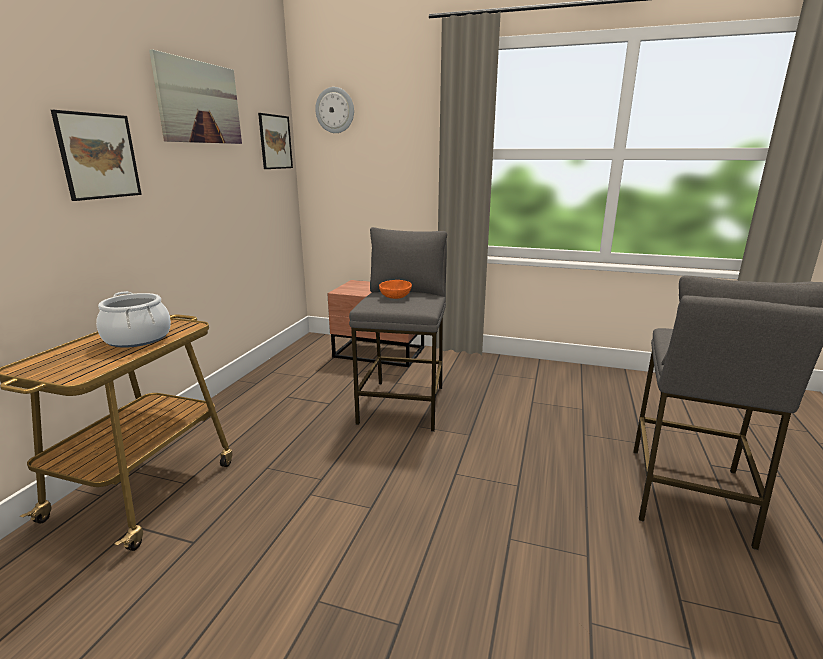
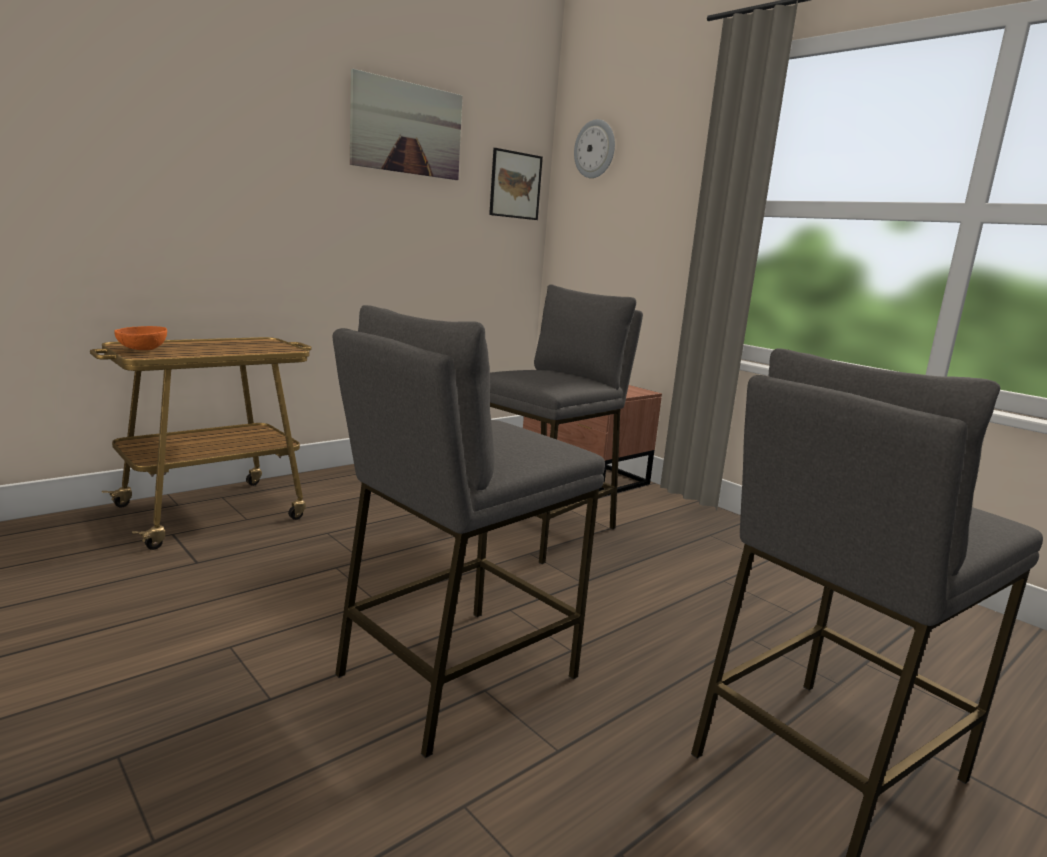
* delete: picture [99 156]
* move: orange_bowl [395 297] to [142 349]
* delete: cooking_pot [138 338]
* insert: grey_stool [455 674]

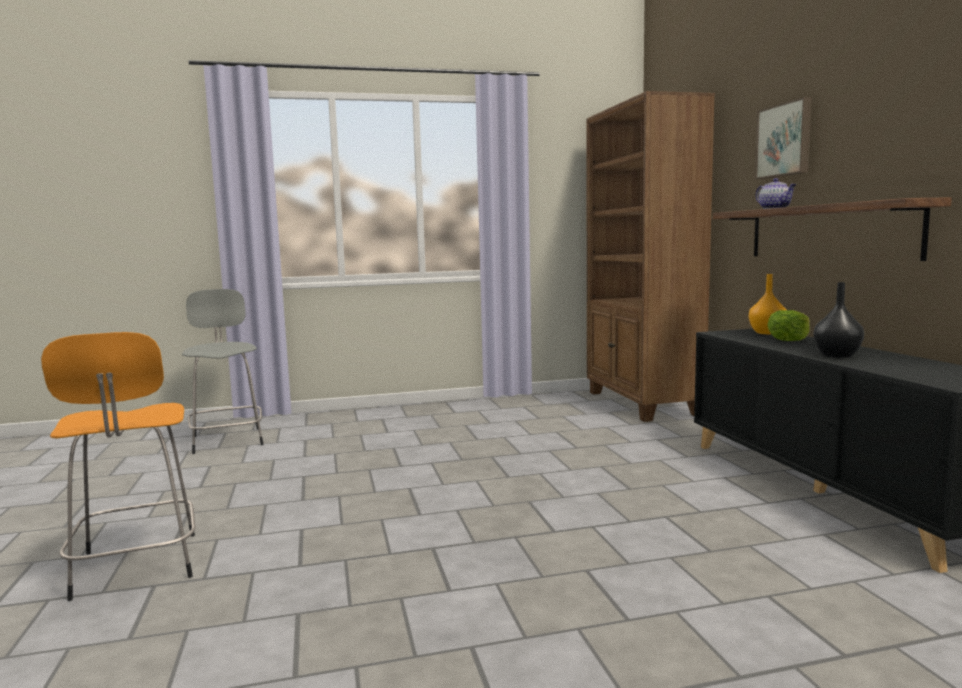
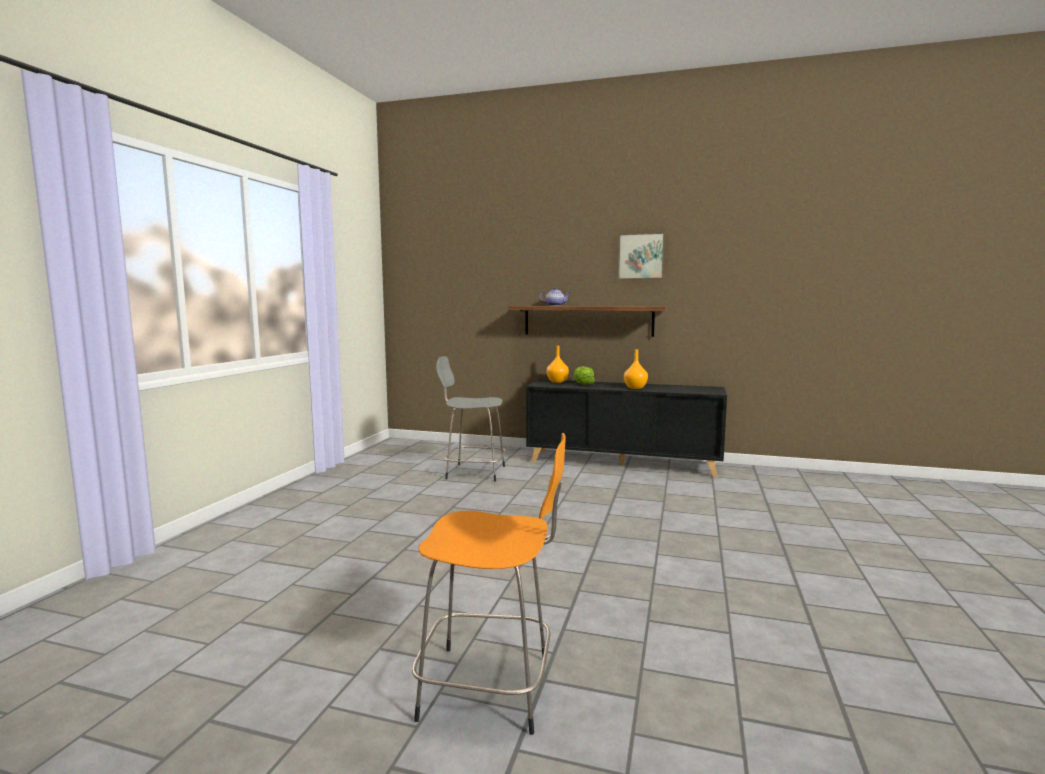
* delete: brown_bookcase [641 404]
* move: picture [785 140] to [641 256]
* recolor: black_vase [838 355] to orange_vase [635 388]
* move: grey_stool [227 439] to [473 472]

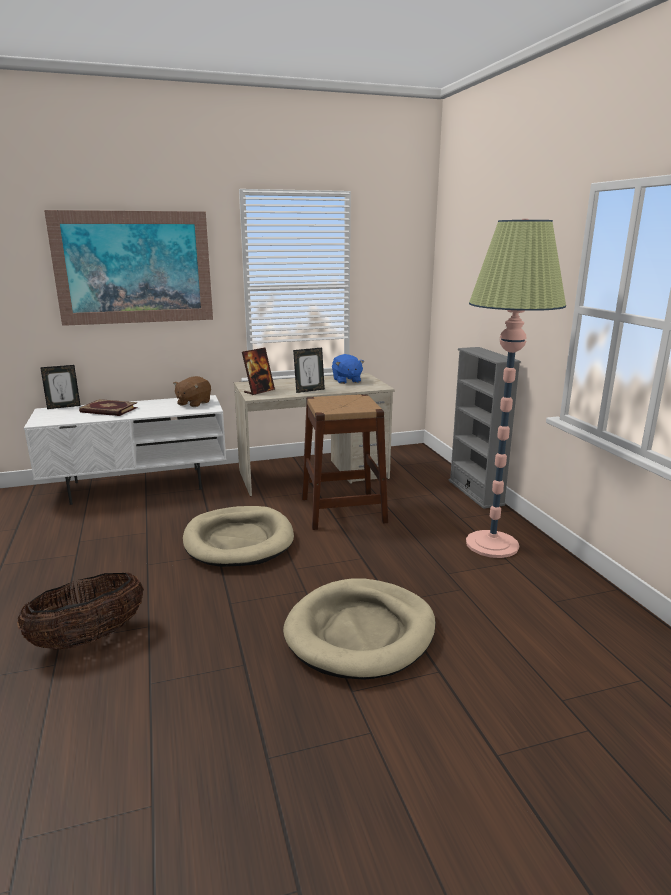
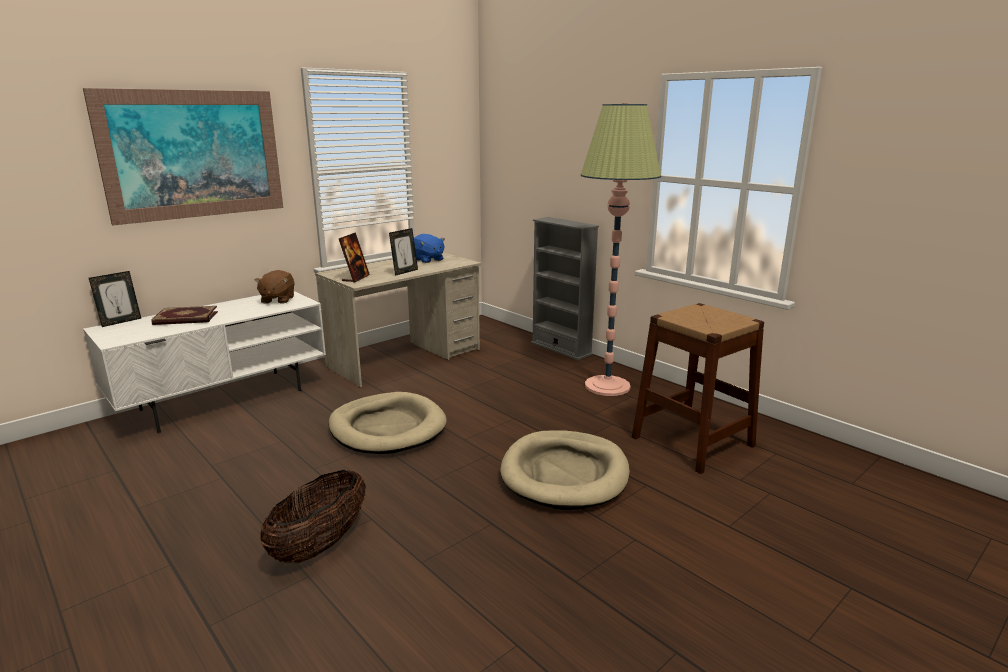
* move: brown_stool [343 510] to [692 441]

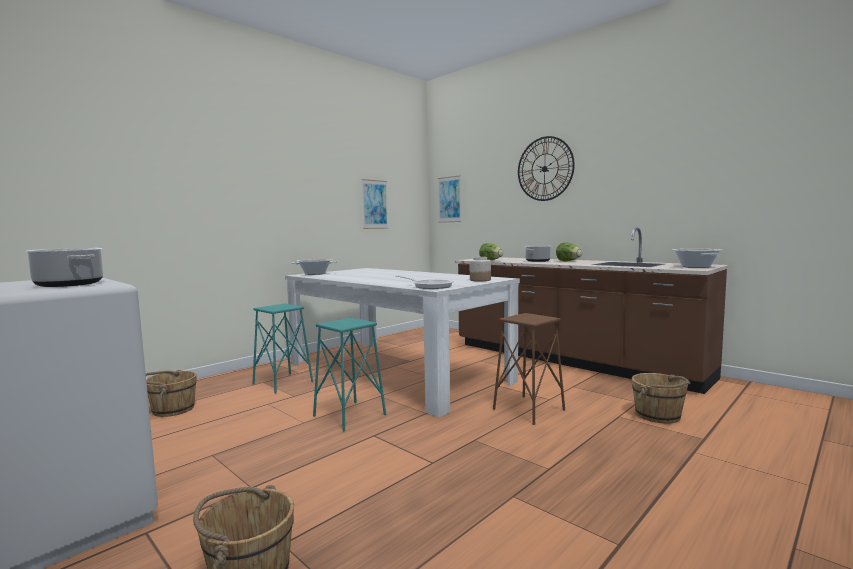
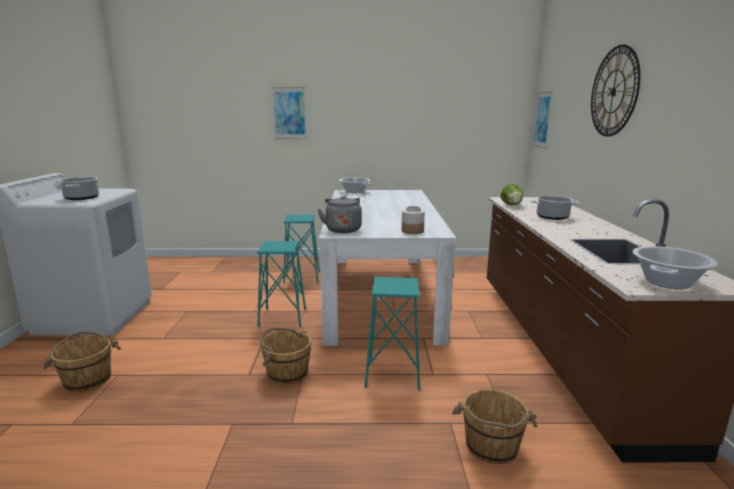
* move: picture [375 204] to [289 113]
* delete: lettuce [569 261]
* replace: frying_pan [430 286] to grey_kettle [342 229]
* recolor: brown_stool [528 410] to turquoise_stool [392 373]
* move: brown_bucket [172 409] to [287 372]

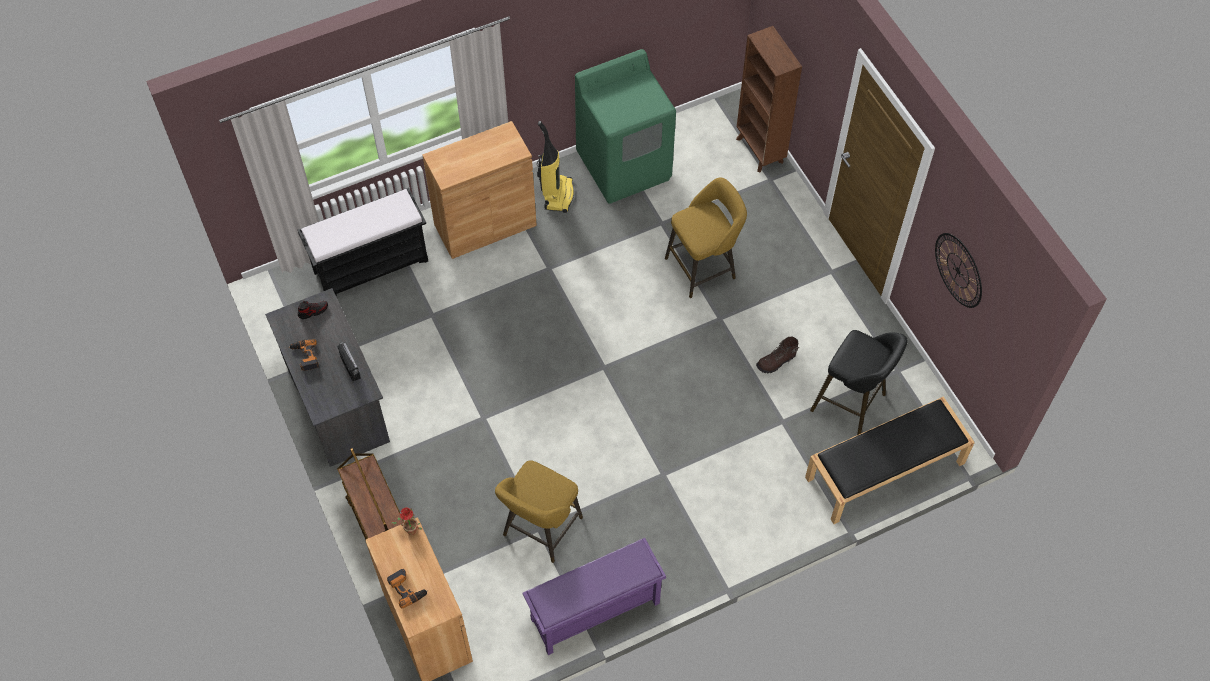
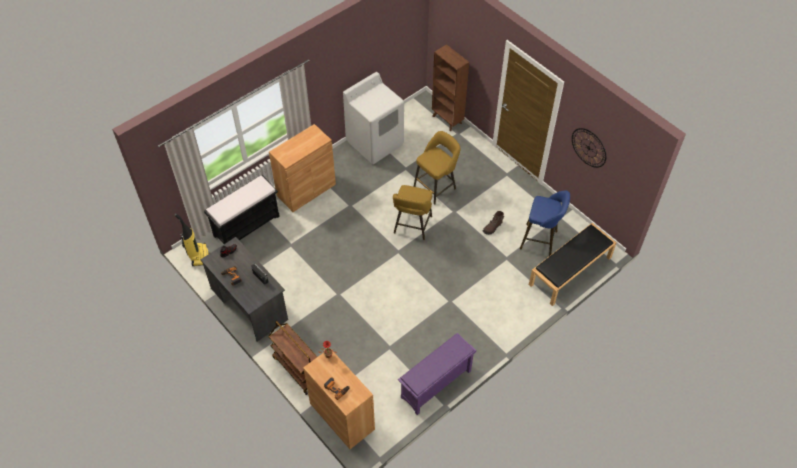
* recolor: green_washing_machine [624 166] to white_washing_machine [375 142]
* move: vacuum_cleaner [557 194] to [198 255]
* recolor: black_stool [852 404] to blue_stool [541 240]
* move: yellow_stool [540 530] to [412 227]

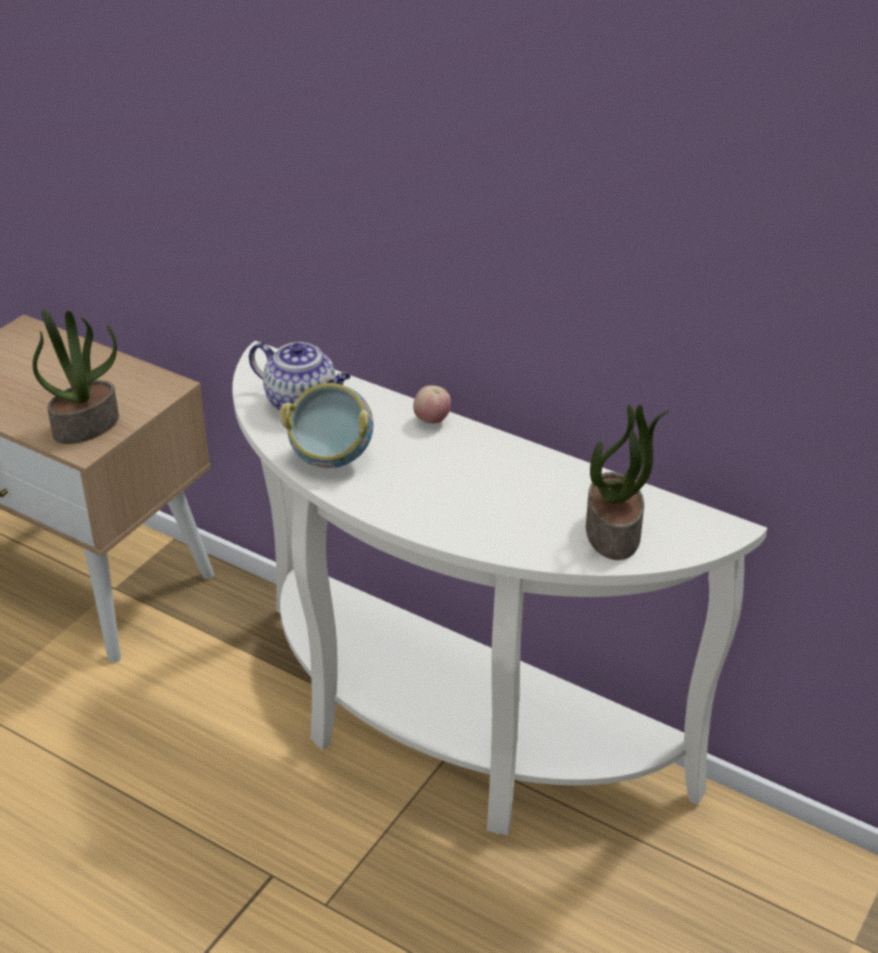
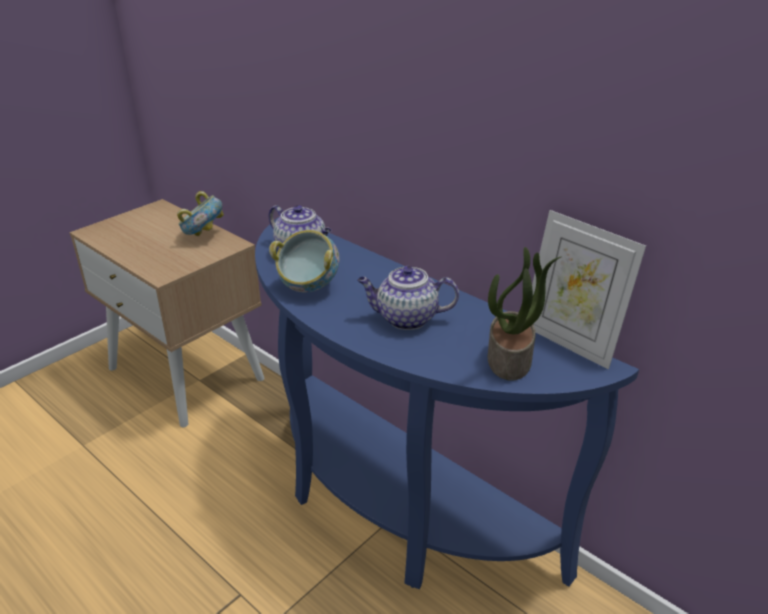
* delete: potted_plant [86 425]
* recolor: white_console_table [445 734] to blue_console_table [390 505]
* delete: apple [432 421]
* insert: bowl [203 235]
* insert: picture_frame [569 342]
* insert: teapot [406 319]

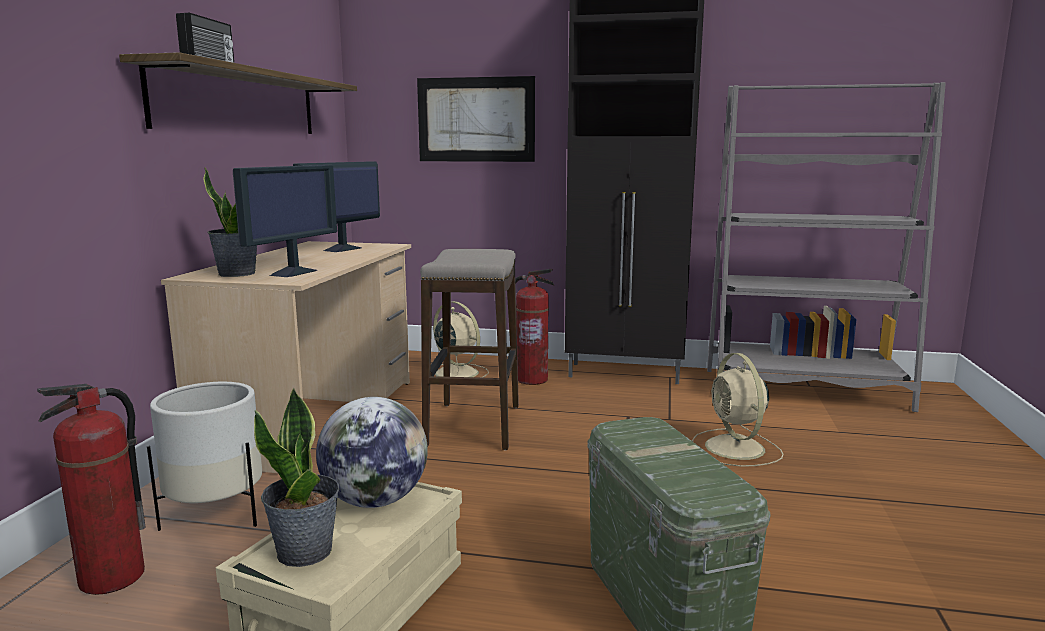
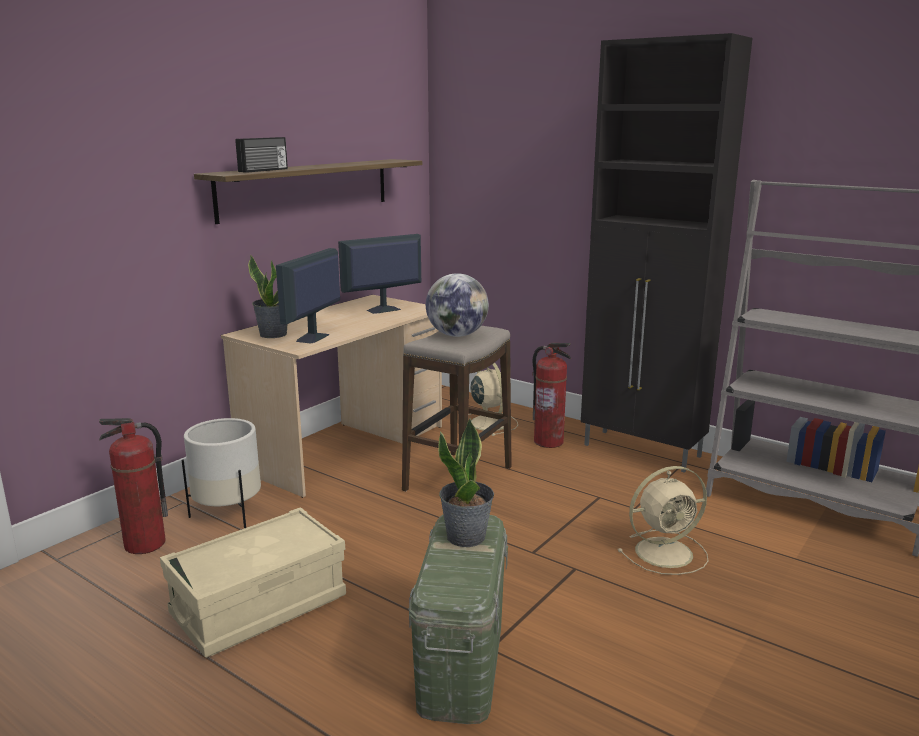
* delete: picture [476 119]
* rotate: monitor [294 272] = [312 338] 150 degrees clockwise
* rotate: beige_fan [736 449] = [666 552] 120 degrees counterclockwise
* move: potted_plant [306 551] to [466 537]
* move: globe [375 500] to [457 335]

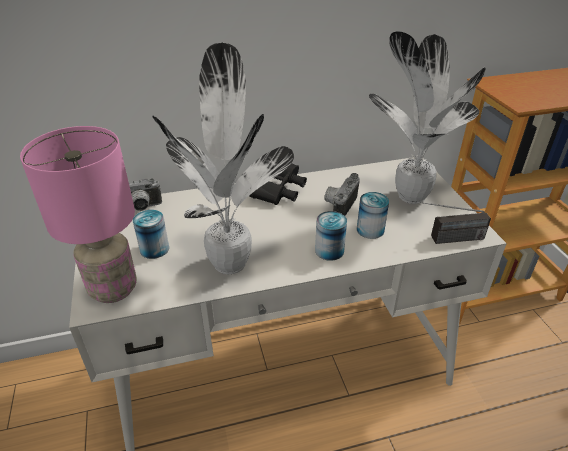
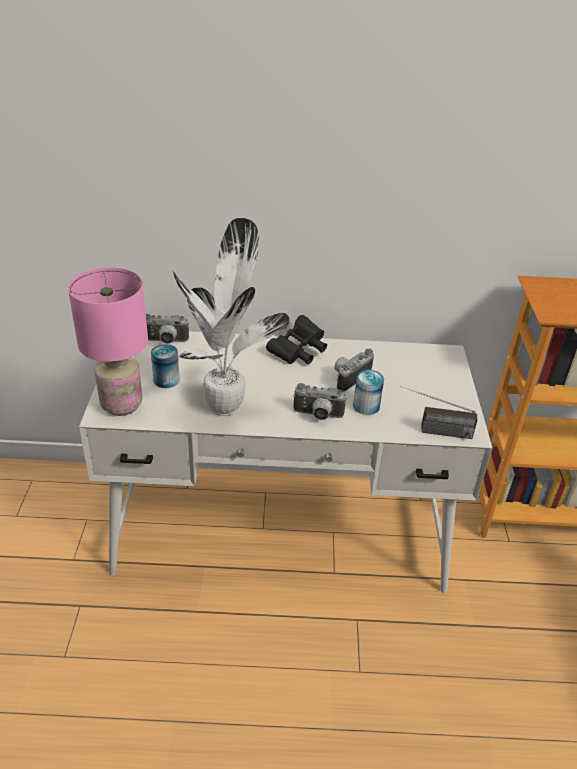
* delete: potted_plant [409 197]
* replace: can [329 250] to photo_camera [317 416]

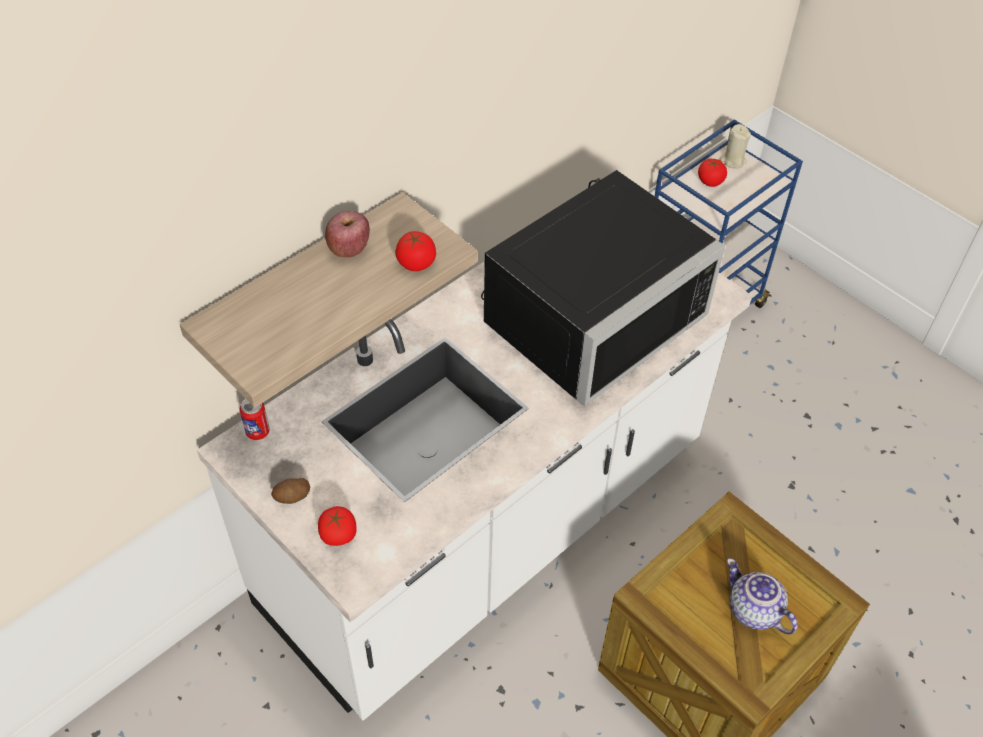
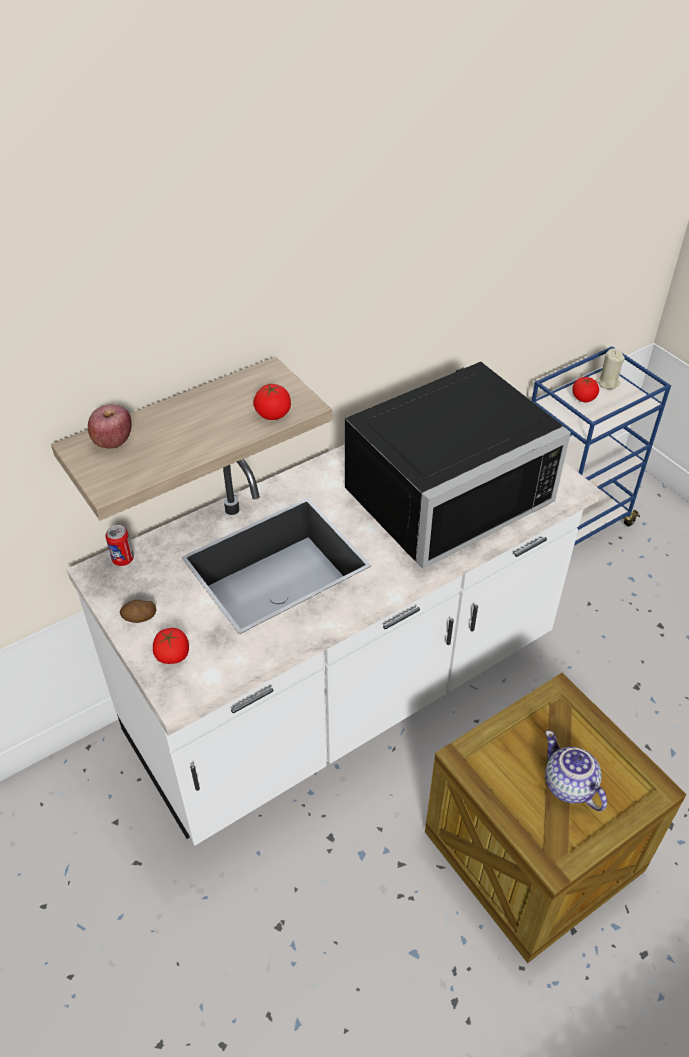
* move: apple [349 249] to [113 441]

